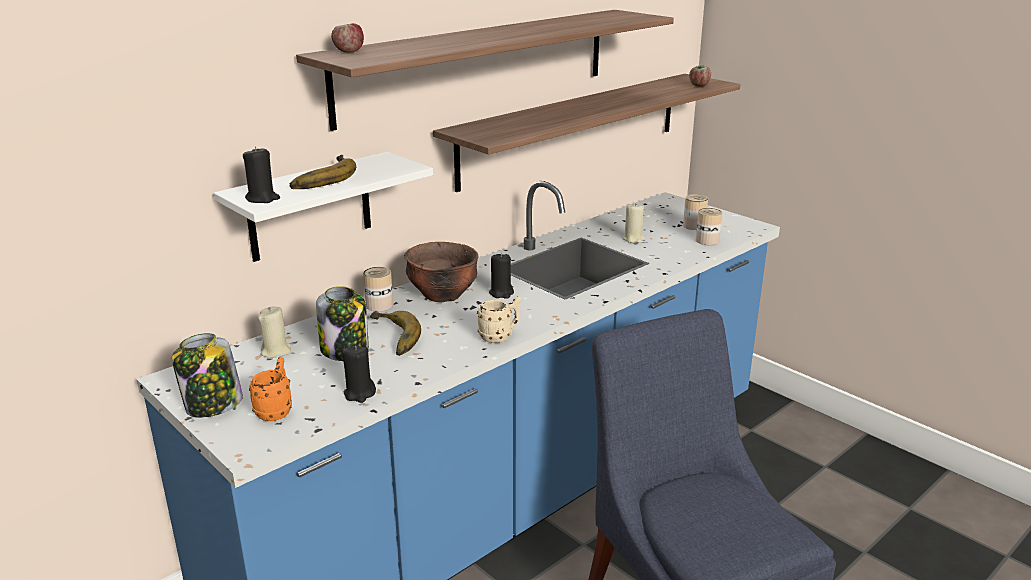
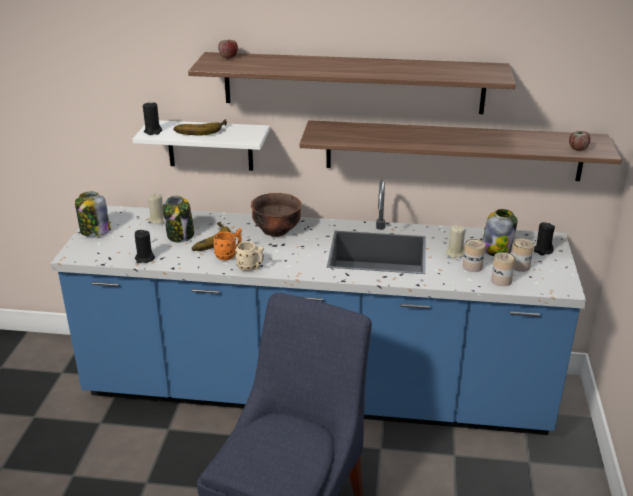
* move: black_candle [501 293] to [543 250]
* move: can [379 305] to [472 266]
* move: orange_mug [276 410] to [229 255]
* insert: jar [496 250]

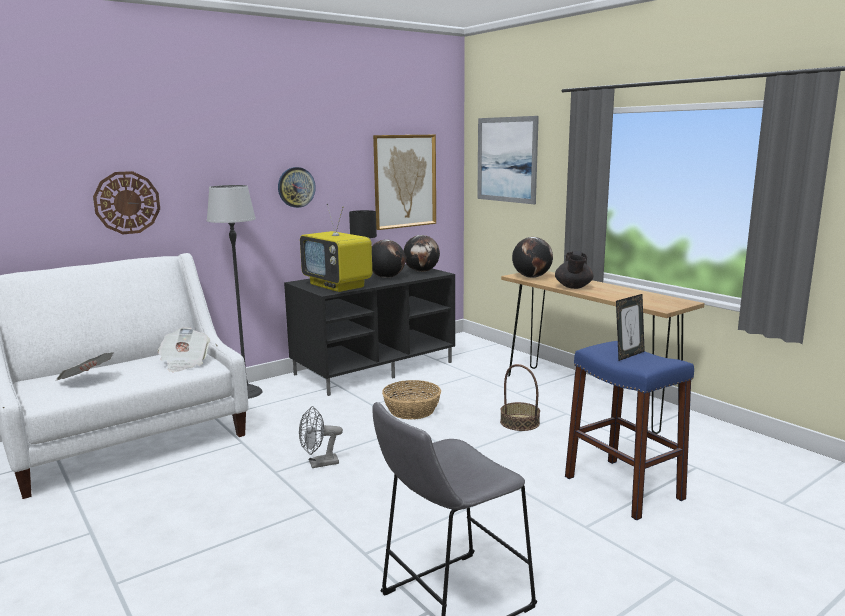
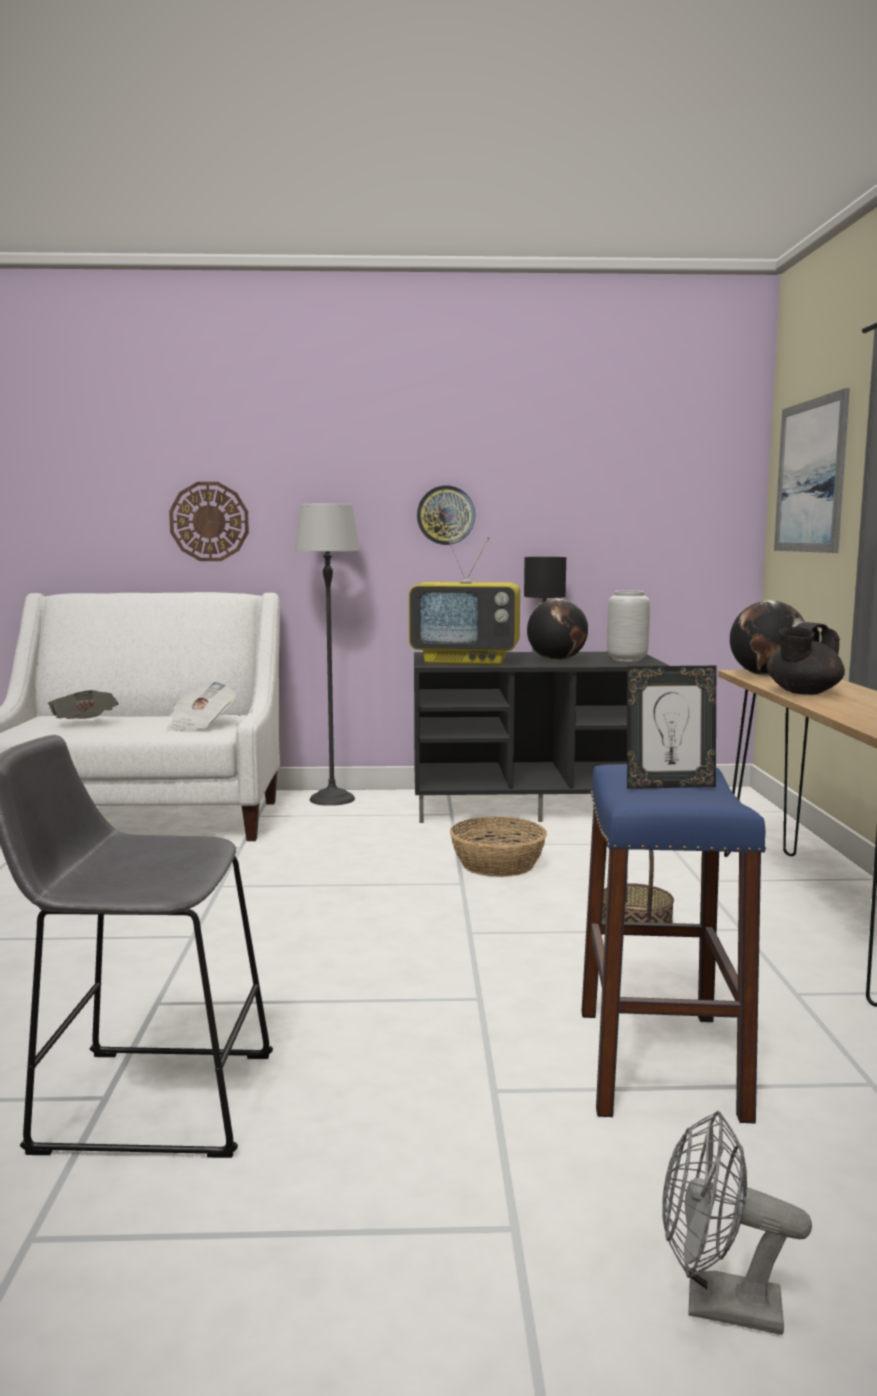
* delete: picture [404 181]
* rotate: television [338 285] = [466 661] 75 degrees counterclockwise
* replace: globe [422 271] to grey_vase [627 660]
* move: grey_fan [319 464] to [717 1305]

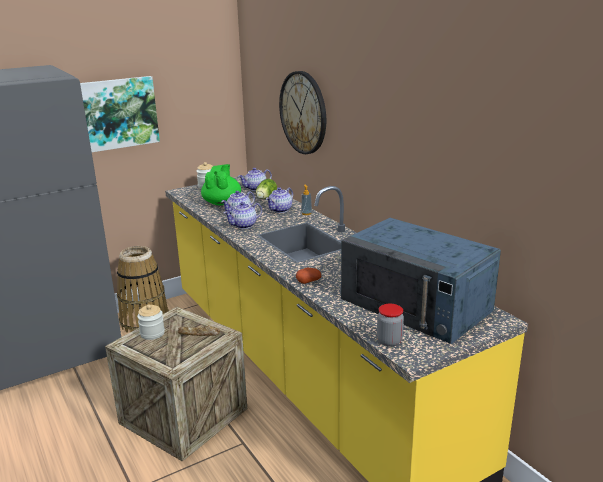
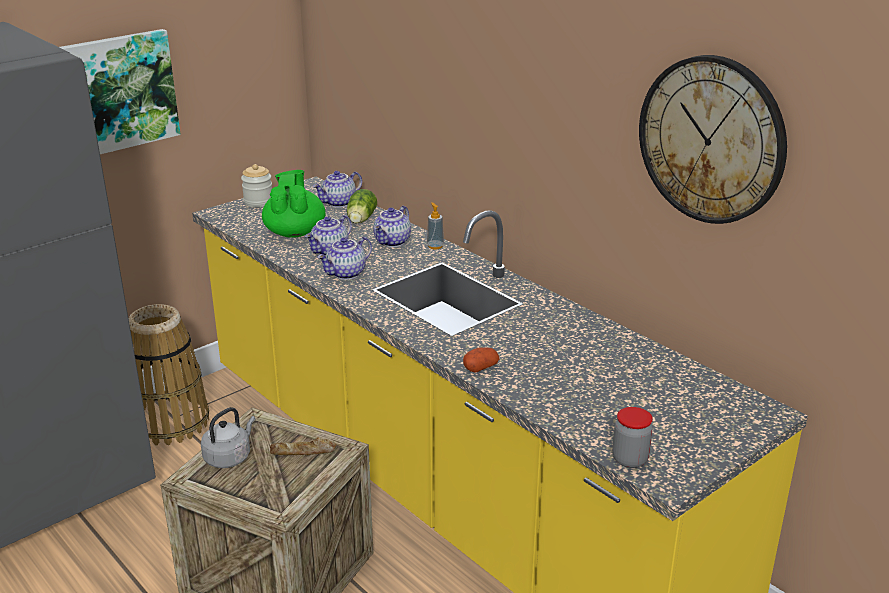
* move: wall_clock [303 113] to [711 140]
* delete: blue_microwave [417 304]
* replace: jar [152 333] to grey_kettle [229 457]

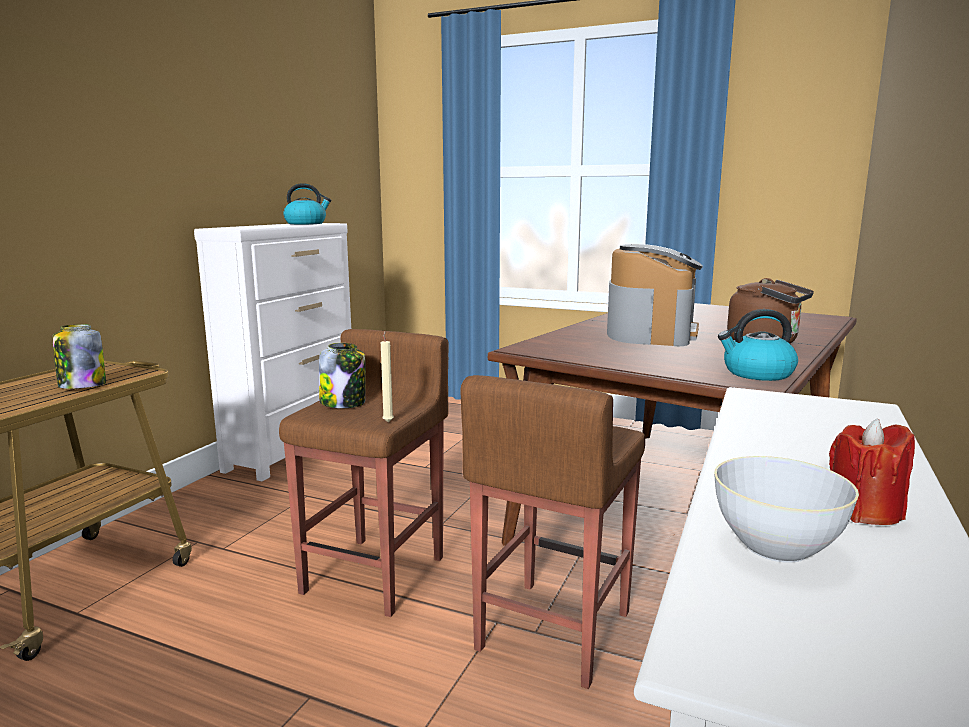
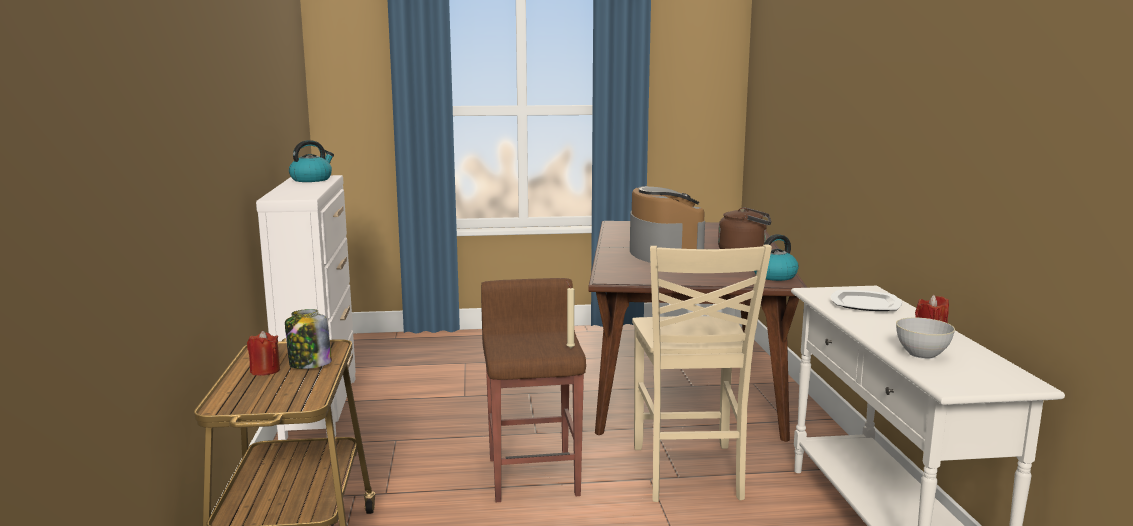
* delete: jar [344 403]
* replace: brown_stool [552 631] to beige_chair [688 474]
* insert: plate [864 304]
* insert: red_candle [265 370]

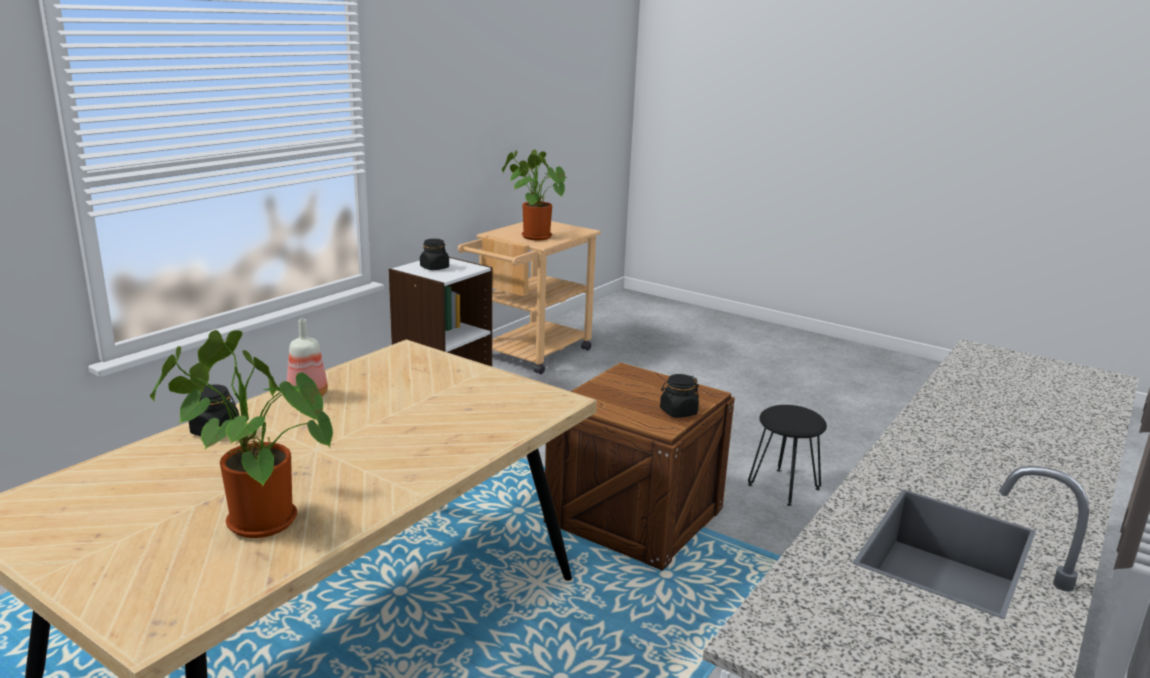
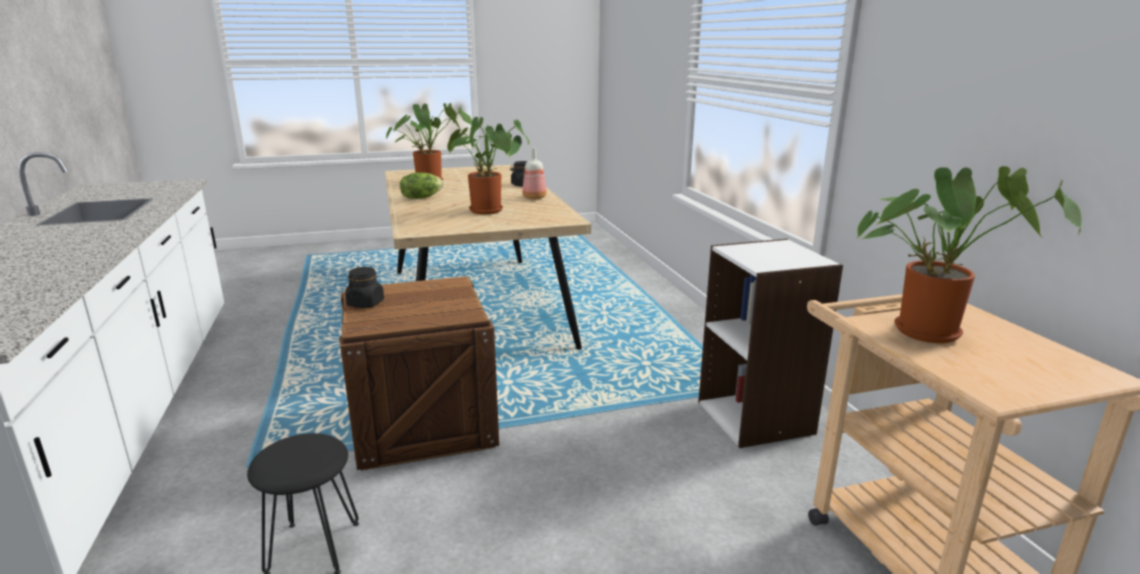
* delete: black_jar [434 268]
* insert: potted_plant [490 211]
* insert: lettuce [421 198]

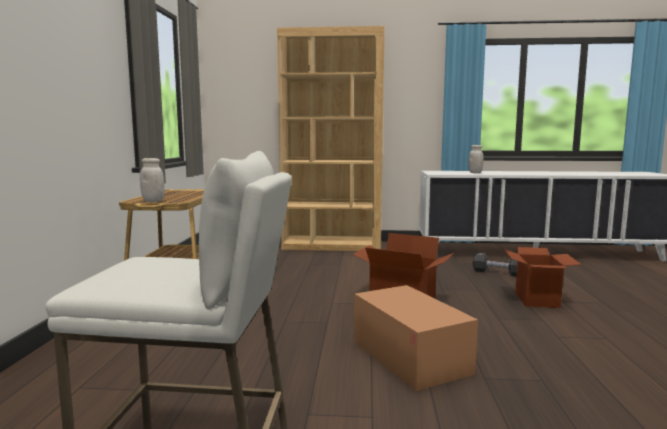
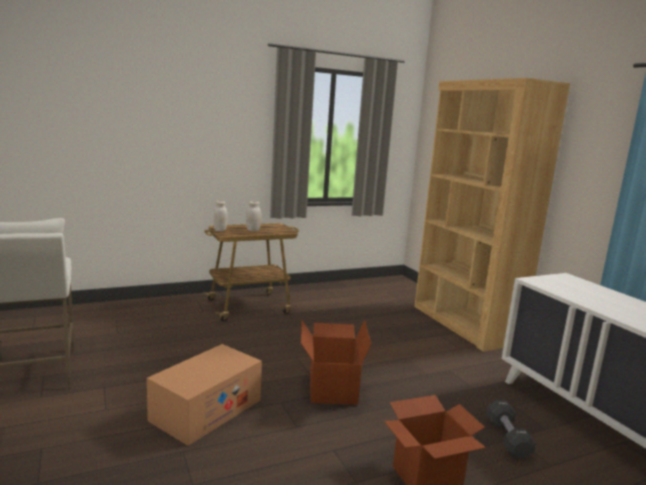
* move: white_jar [475 173] to [253 230]

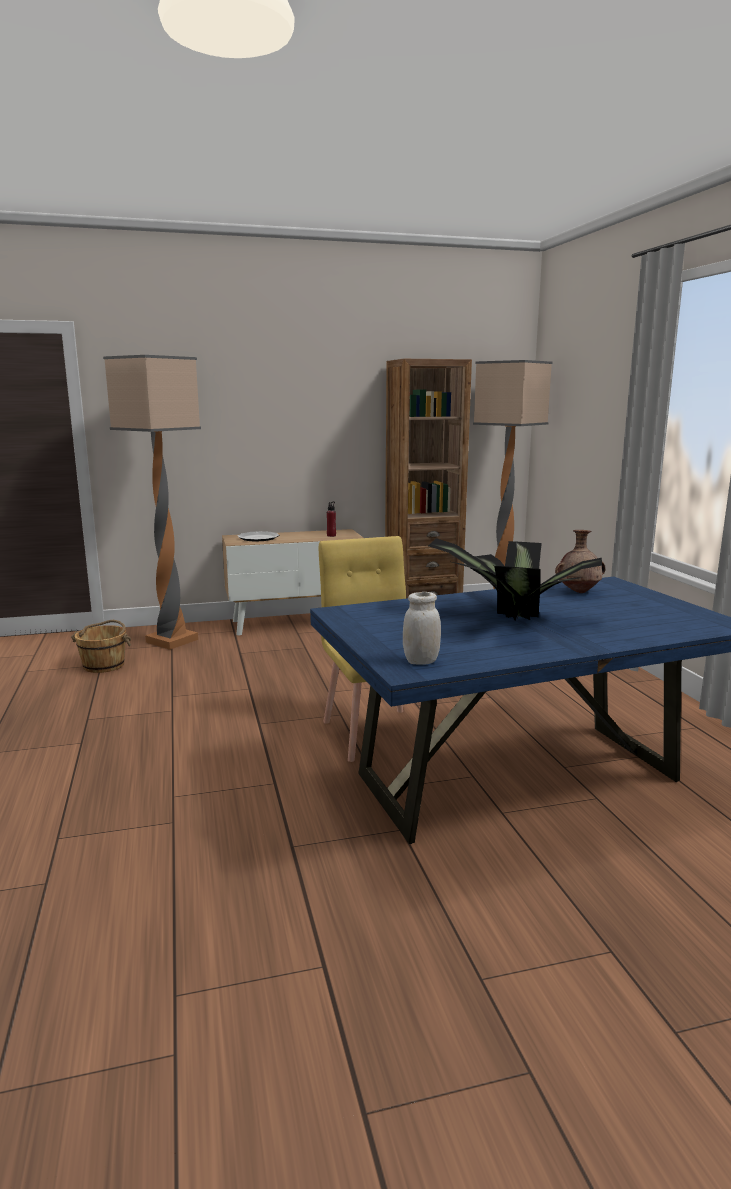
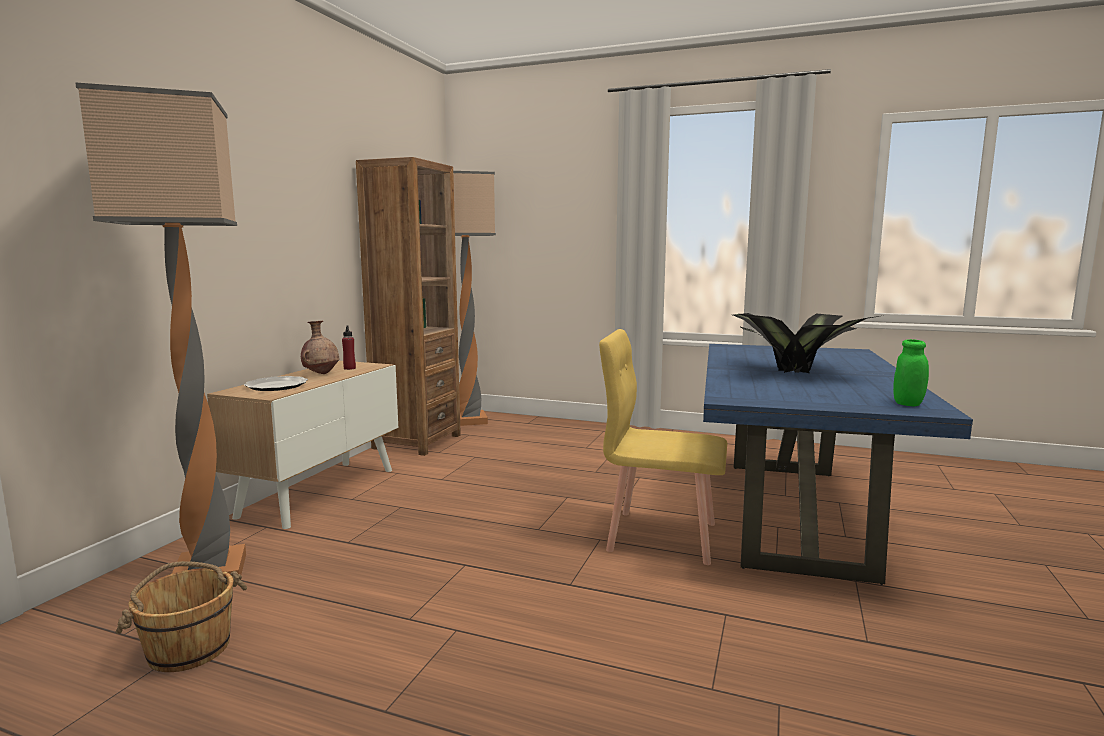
* move: brown_vase [578 592] to [321 373]
* recolor: white_jar [421 661] to green_jar [908 404]

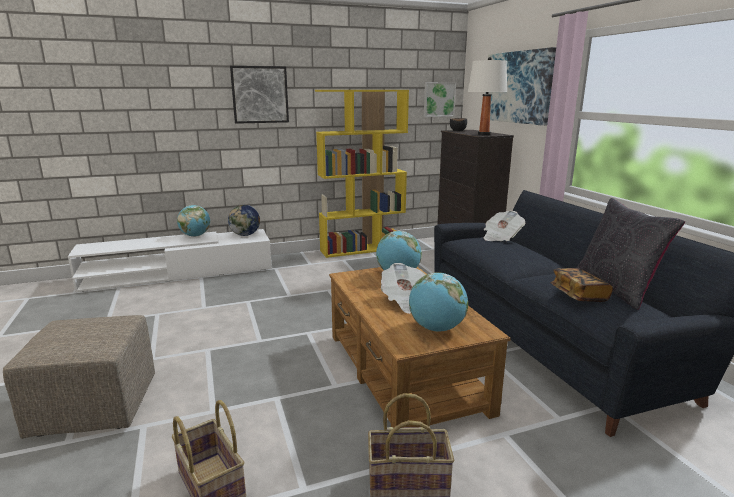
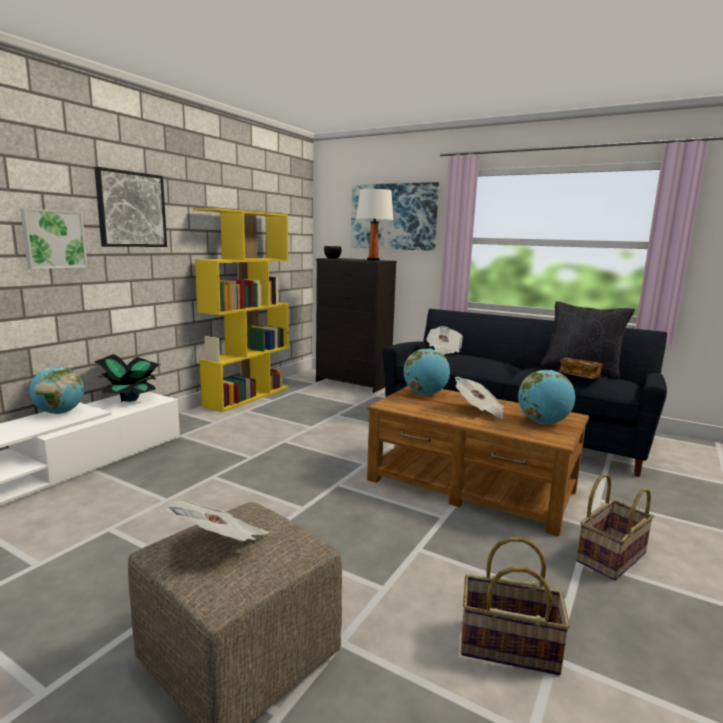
* move: picture [438 99] to [53 239]
* replace: globe [245 235] to potted_plant [131 399]
* insert: newspaper [219 543]

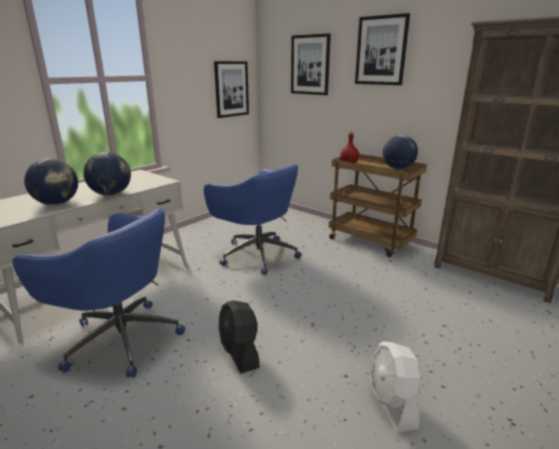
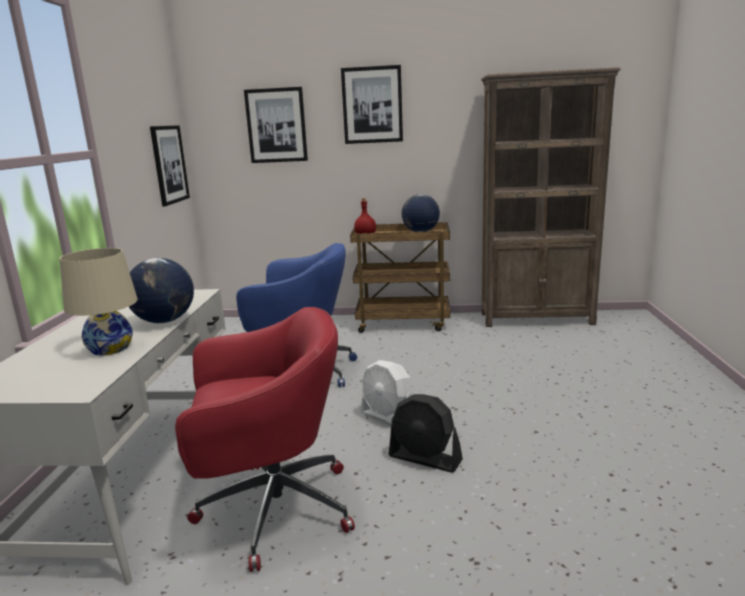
* replace: globe [57 203] to beige_table_lamp [110 348]
* recolor: blue_office_chair [120 338] to red_office_chair [272 509]
* move: white_fan [391 403] to [389 418]

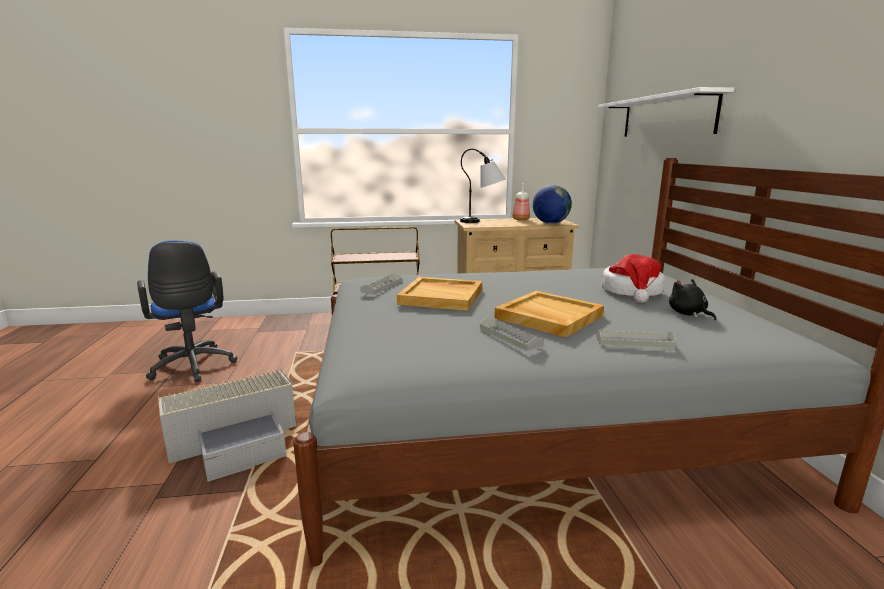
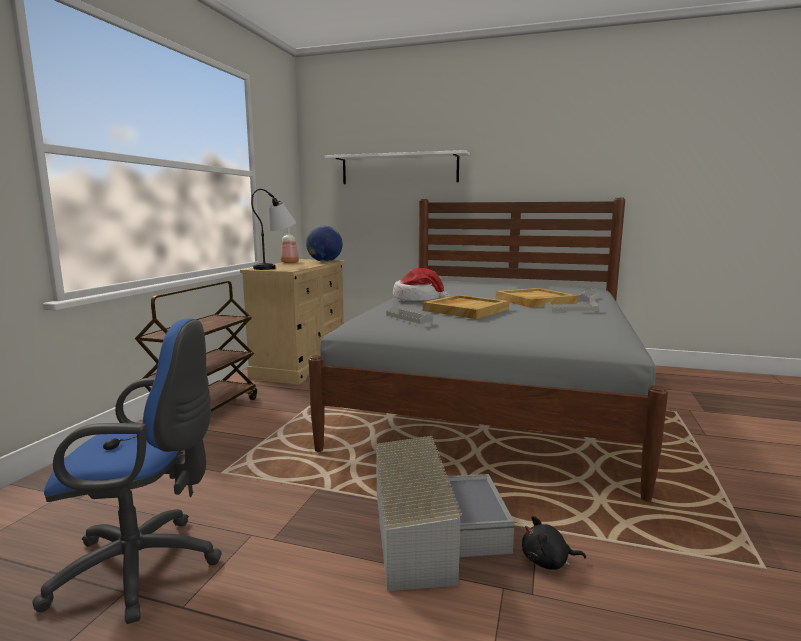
* move: hat [632 291] to [419 299]
* move: black_plush_toy [688 314] to [548 561]

